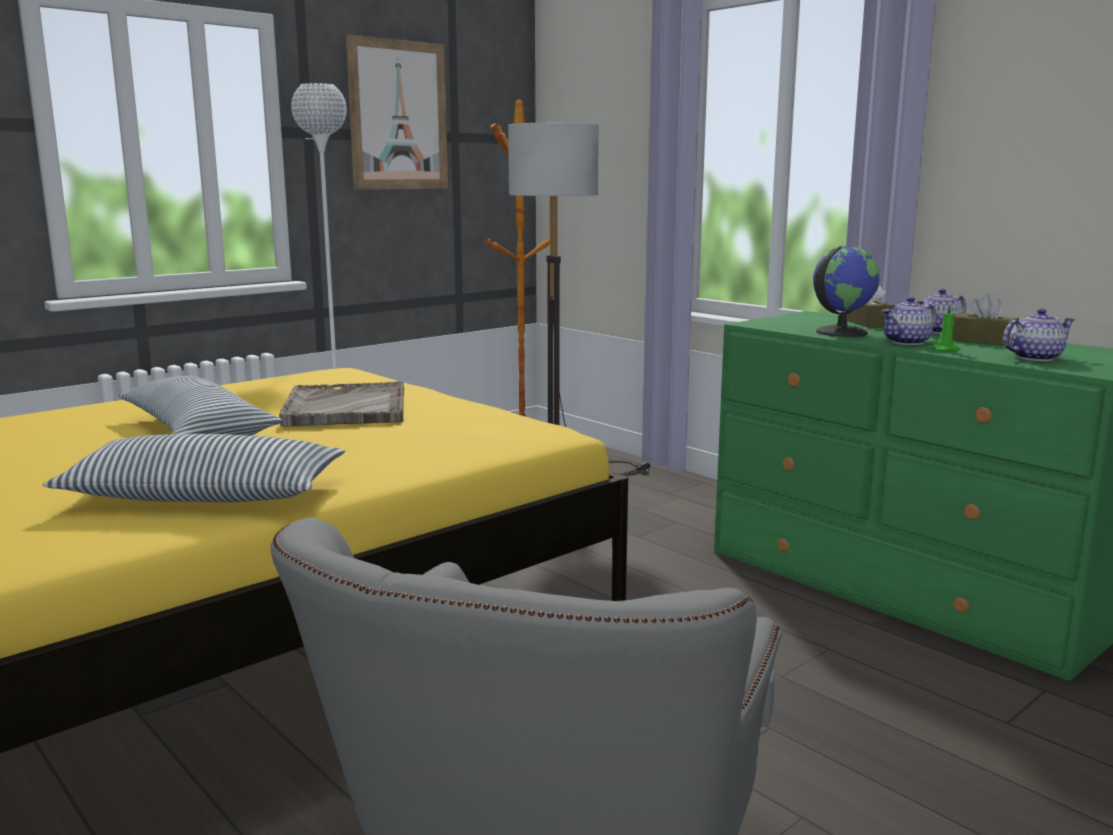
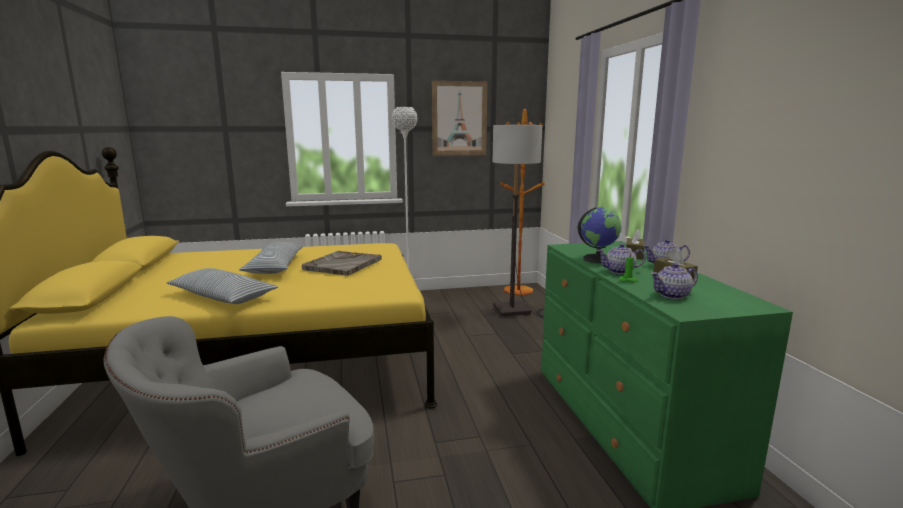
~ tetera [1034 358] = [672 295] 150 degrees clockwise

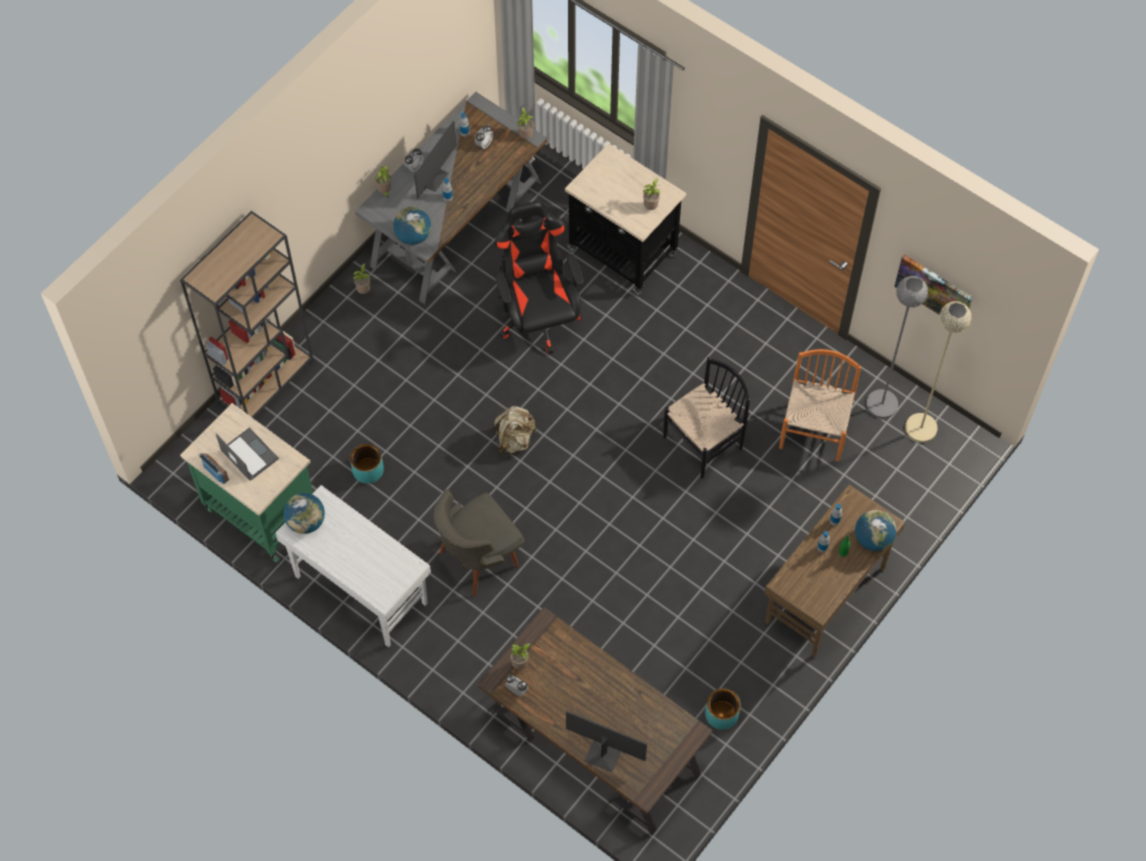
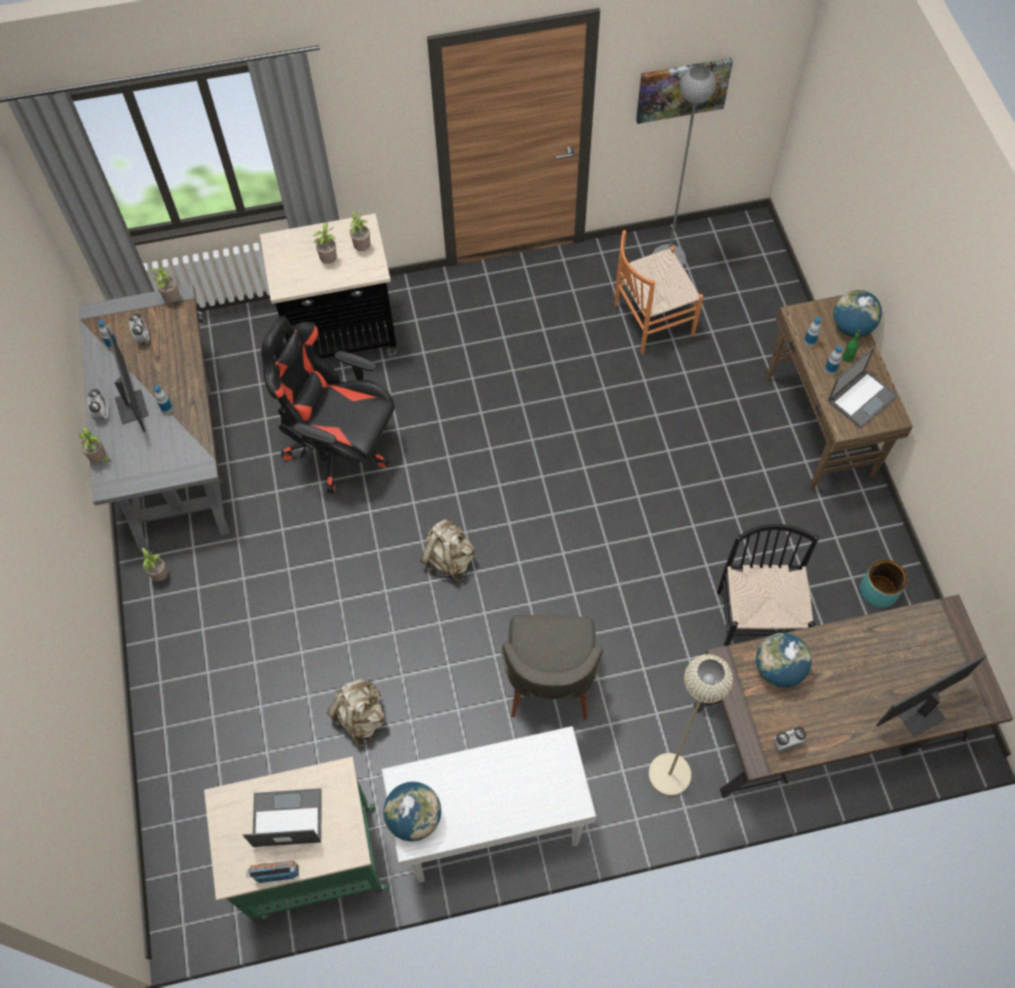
- estantería [266 381]
+ portátil [862 398]
~ globo terráqueo [413 236] to [778 669]
~ planta en maceta [521 664] to [330 261]
~ silla (negro) [705 441] to [757 617]
~ lámpara de pie (beis) [920 429] to [669 775]
~ maceta (turquesa) [368 470] to mochila (beis) [361 718]
~ silla (naranja) [815 429] = [650 321] 75 degrees counterclockwise

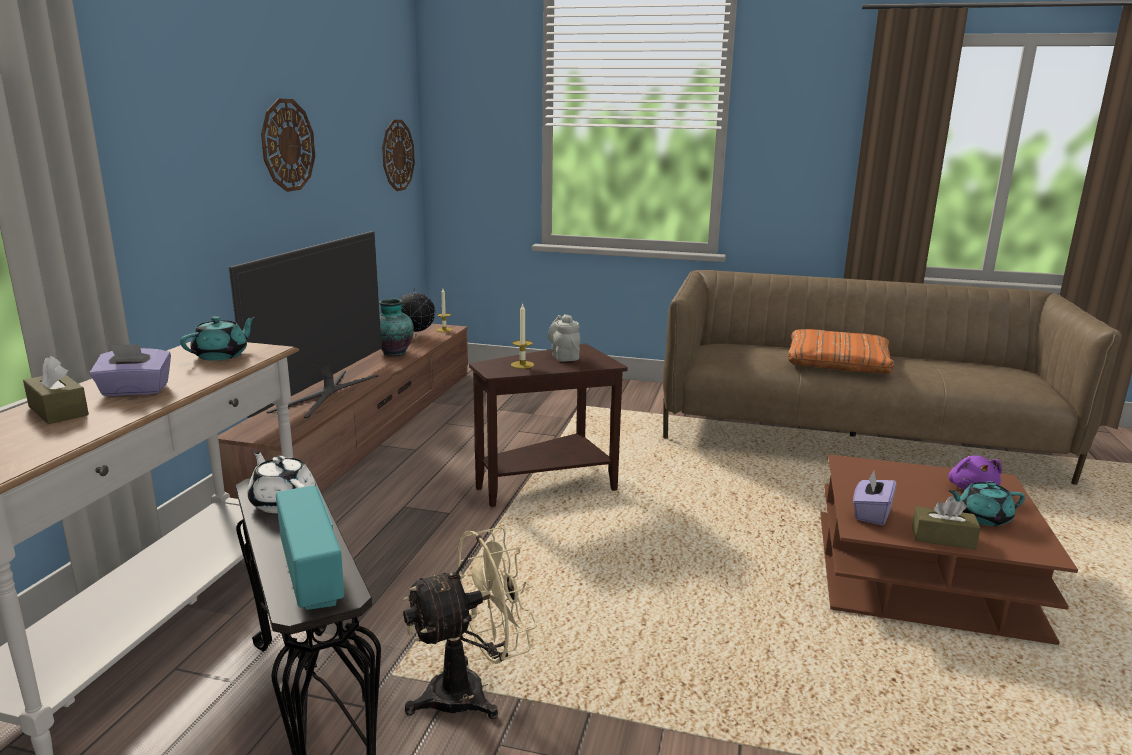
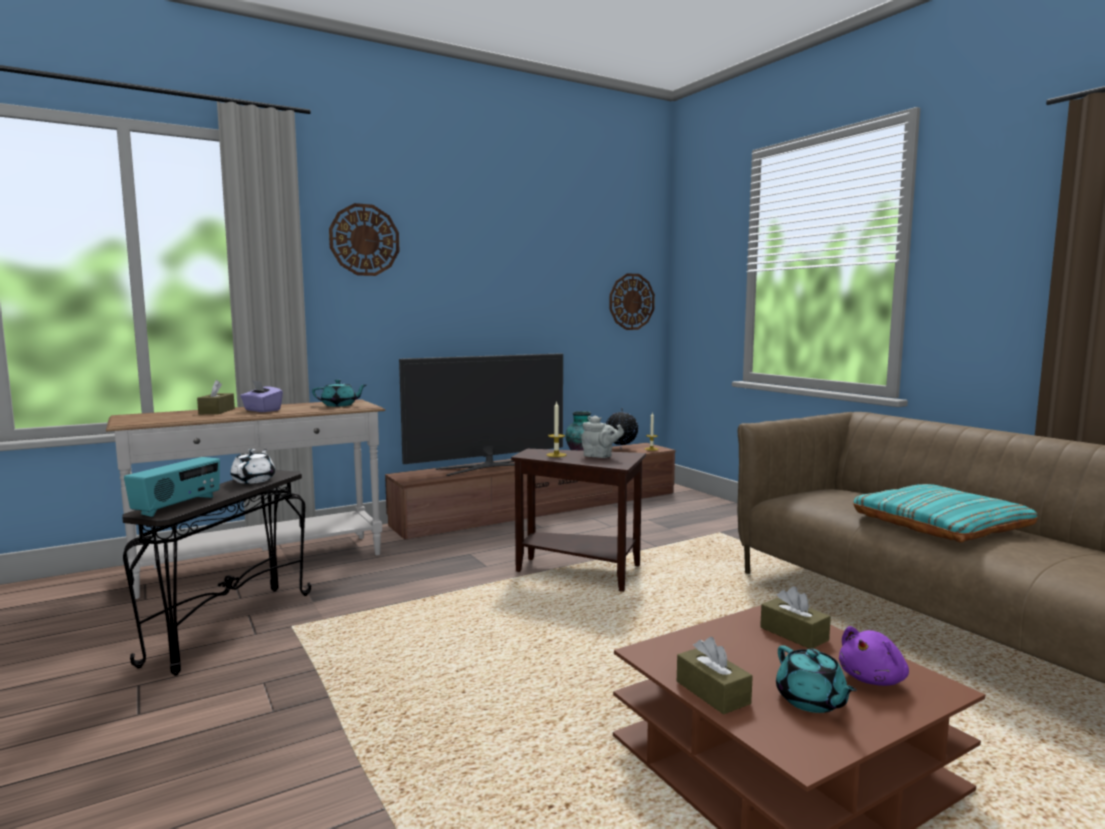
- ventilador (beis) [471 691]
- caja de pañuelos (morado) [871 513]
+ caja de pañuelos (marrón) [794 634]
~ reloj de pared [287 145] to [364 240]
~ cojín (naranja) [838 360] to cojín (turquesa) [940 523]
~ tetera (gris) [564 357] = [600 456] 90 degrees clockwise
~ tetera (turquesa) [982 518] = [811 701] 150 degrees counterclockwise

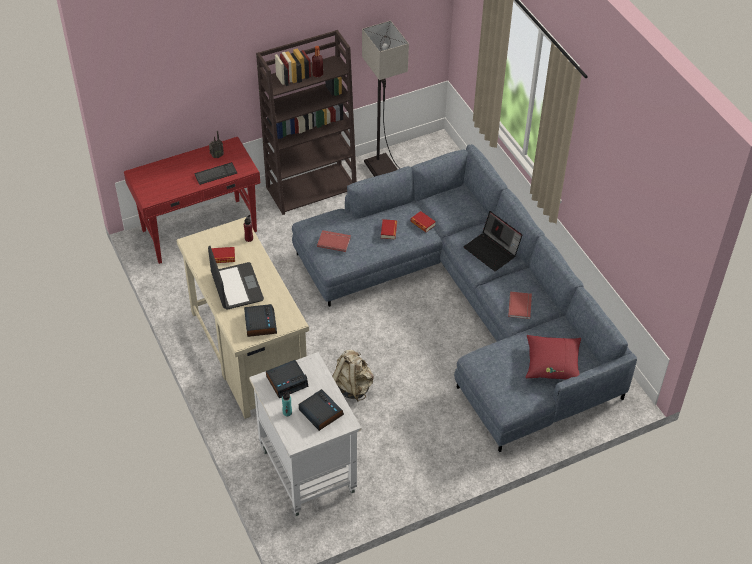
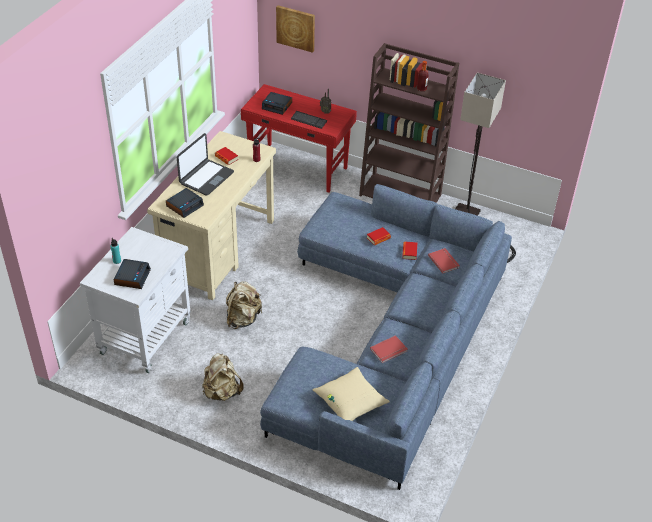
- portátil [492 251]
+ mochila (beis) [222 392]
+ cuadro [296 28]
~ despertador [287 381] to [277 106]
~ libro (rojo) [334 241] to [444 261]
~ cojín (rojo) [552 364] to cojín (beis) [350 402]

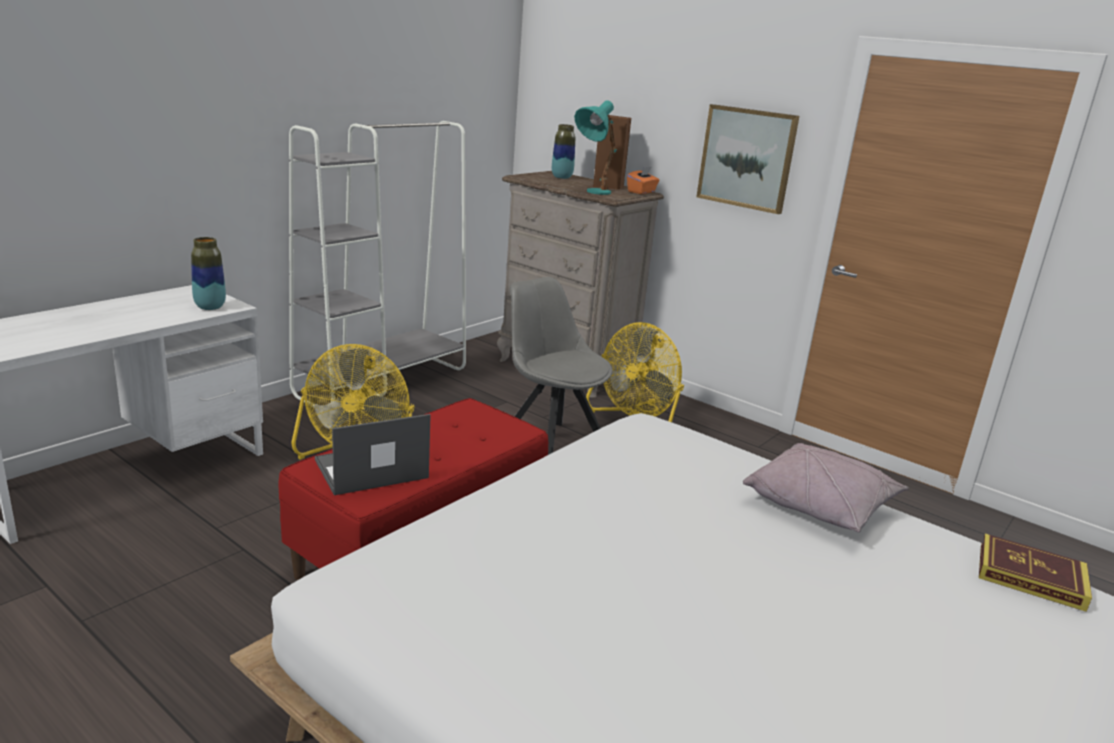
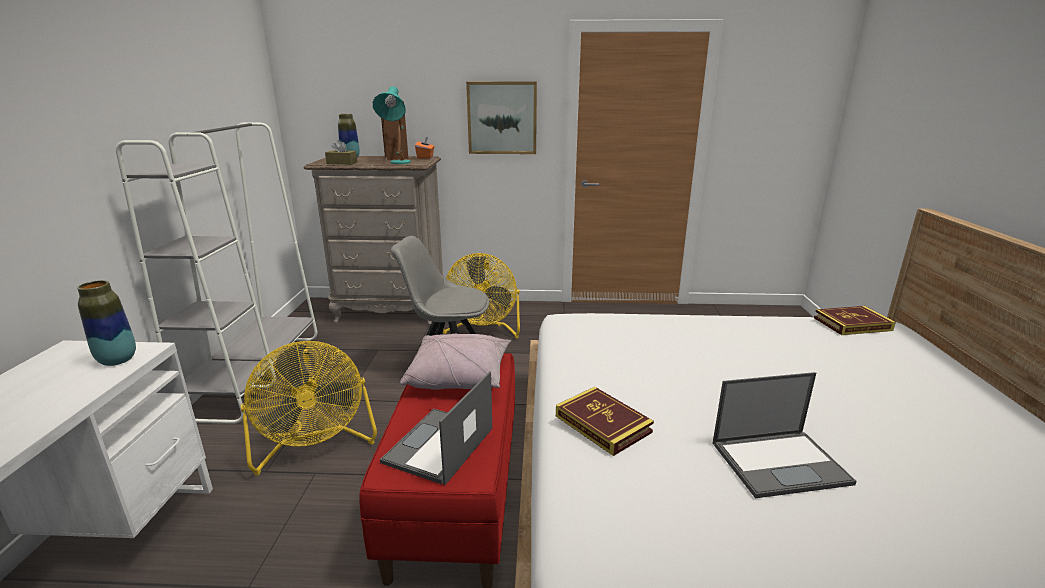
+ caja de pañuelos (marrón) [342 163]
+ libro [602 424]
+ portátil [780 462]
~ cojín (morado) [821 505] to [460 376]

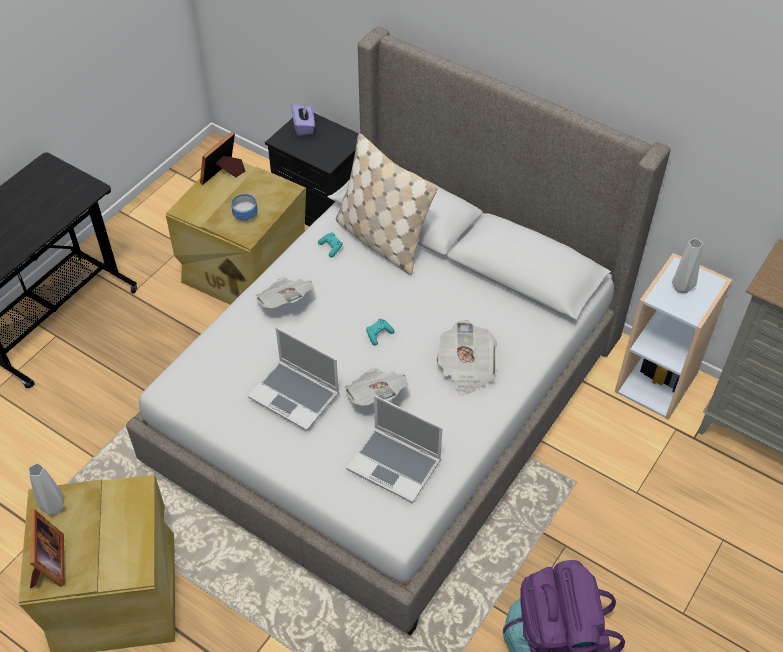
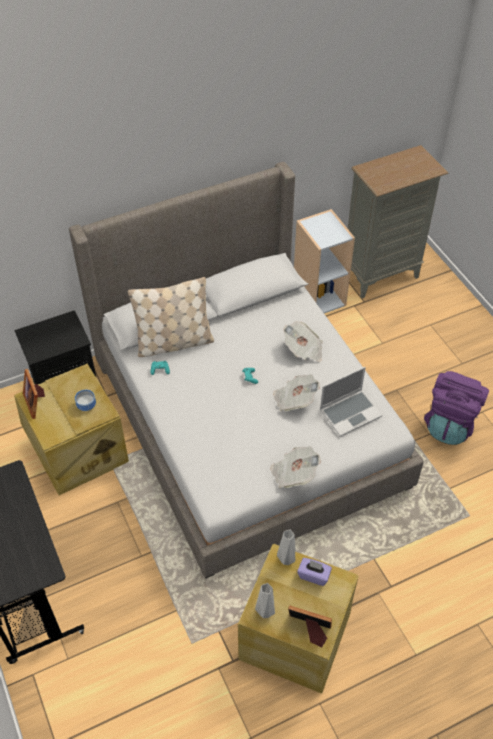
- portátil [295 396]
~ periódico [285 302] to [293 474]
~ caja de pañuelos (morado) [304 127] to [314 575]
~ florero (gris) [680 287] to [285 559]

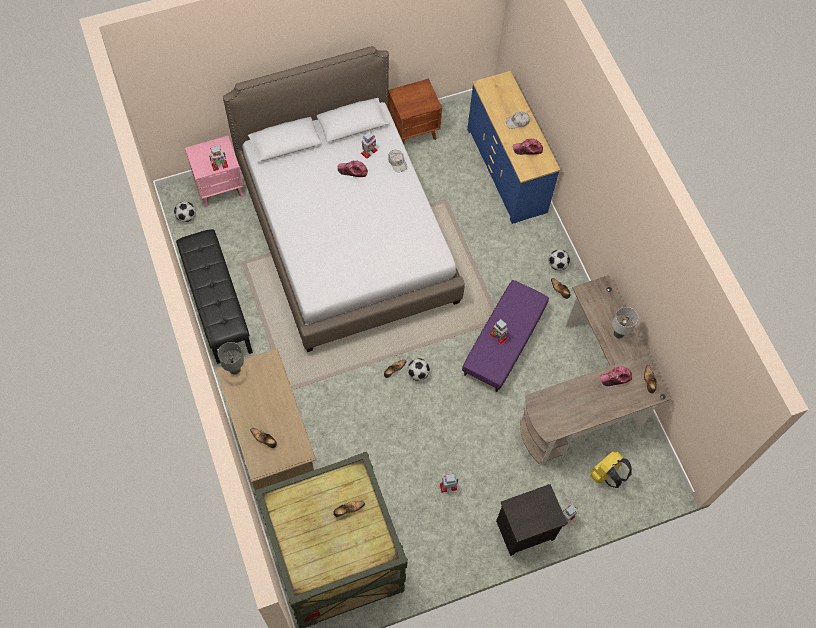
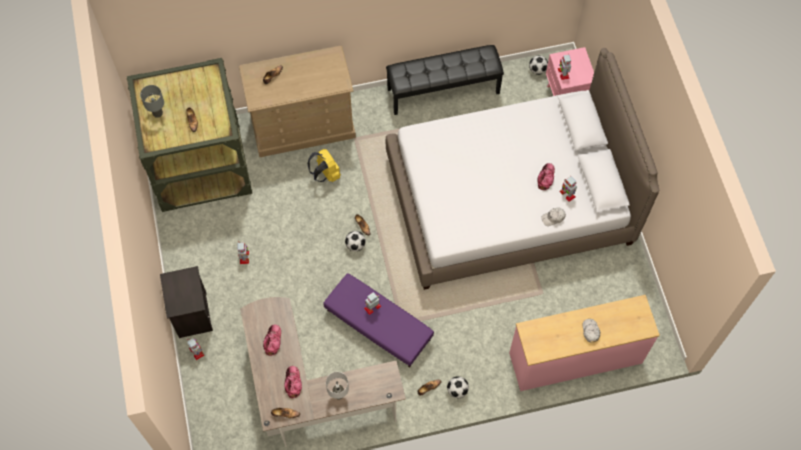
- mesita de noche (marrón) [413 132]
~ lámpara de mesa (gris) [235 369] to [157 114]
~ gorra [528 149] to [272 341]
~ mochila (amarillo) [606 475] to [325 174]
~ cómoda (azul) [507 170] to cómoda (rosa) [575 358]

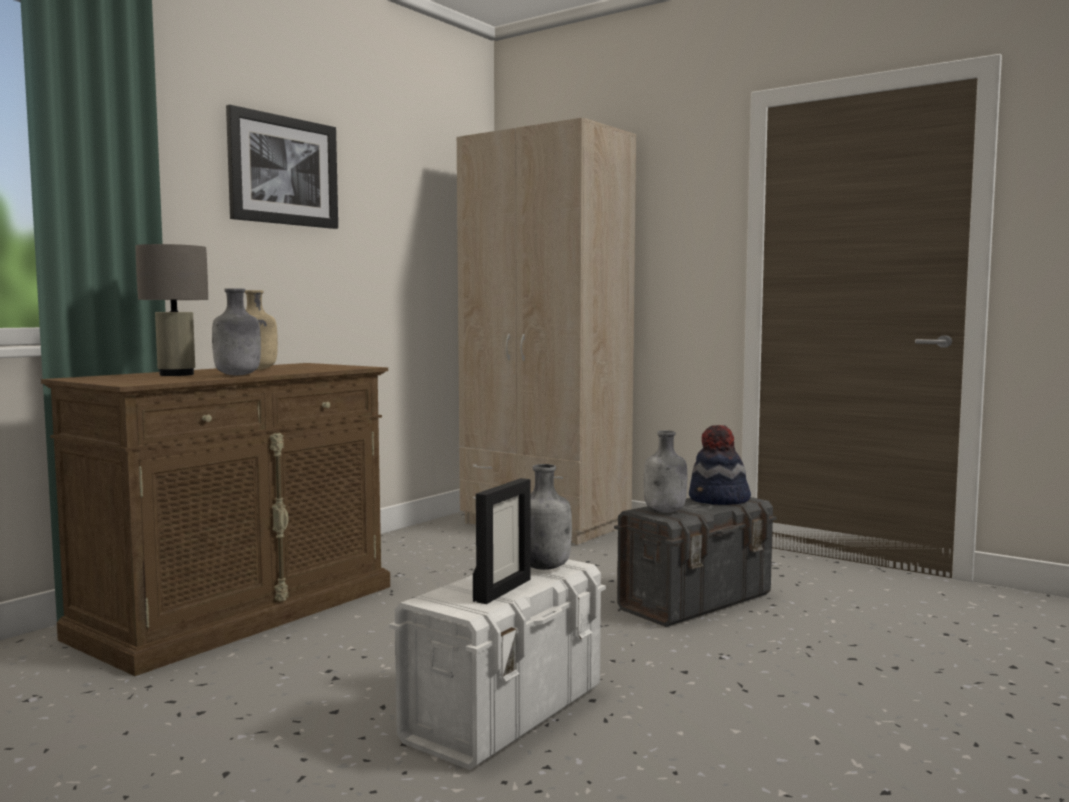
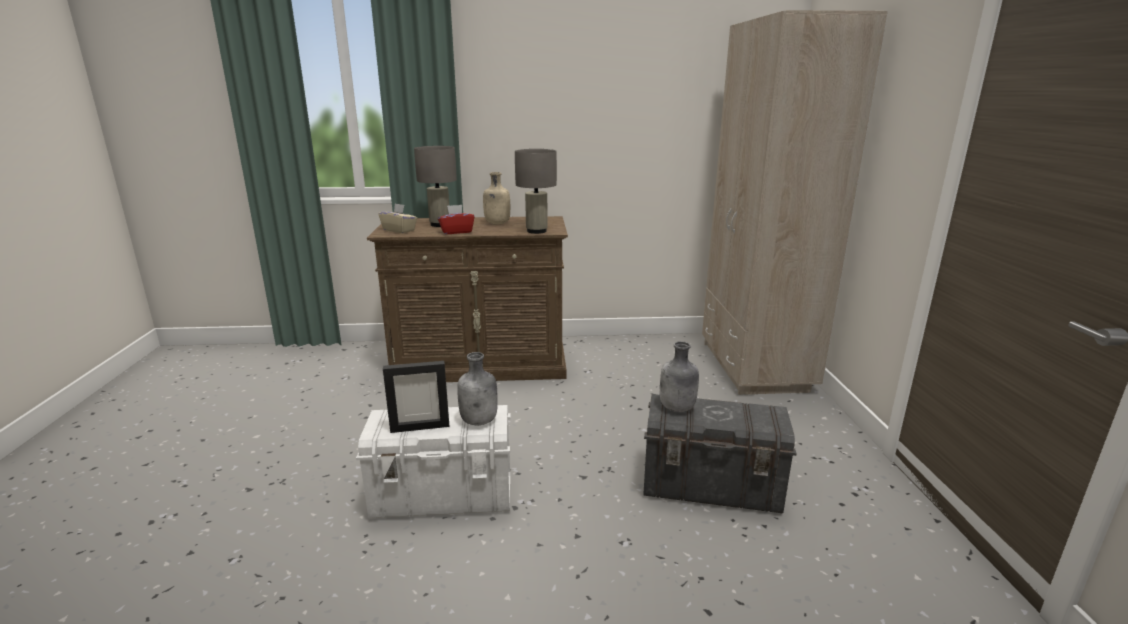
- cuadro [283 171]
- sombrero [718 500]
+ caja de pañuelos (beis) [399 230]
+ lámpara de mesa (gris) [536 231]
~ botella (gris) [237 375] to caja de pañuelos (rojo) [456 231]

